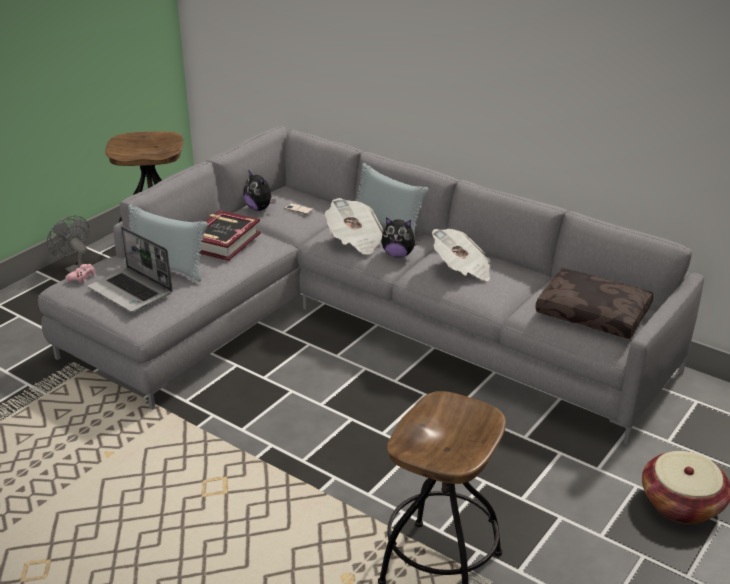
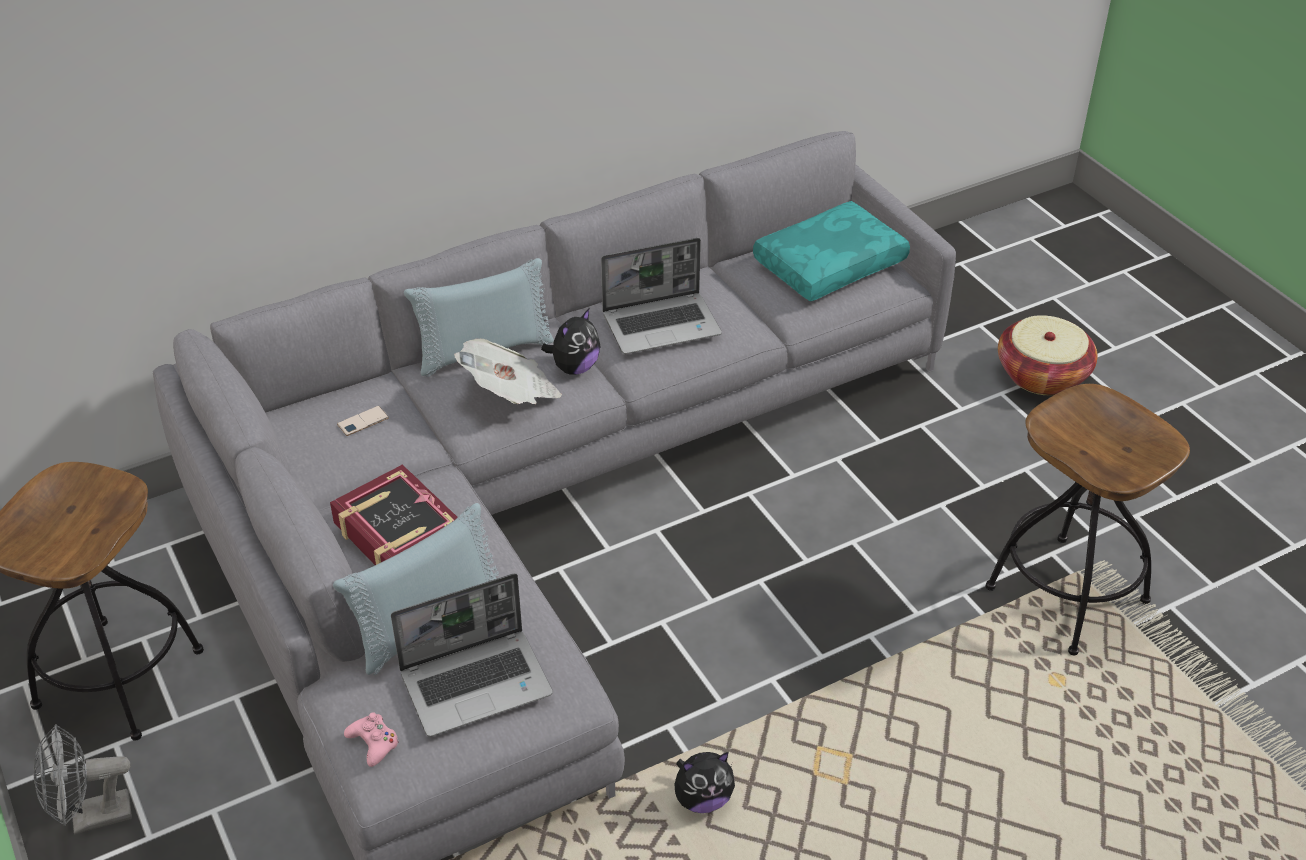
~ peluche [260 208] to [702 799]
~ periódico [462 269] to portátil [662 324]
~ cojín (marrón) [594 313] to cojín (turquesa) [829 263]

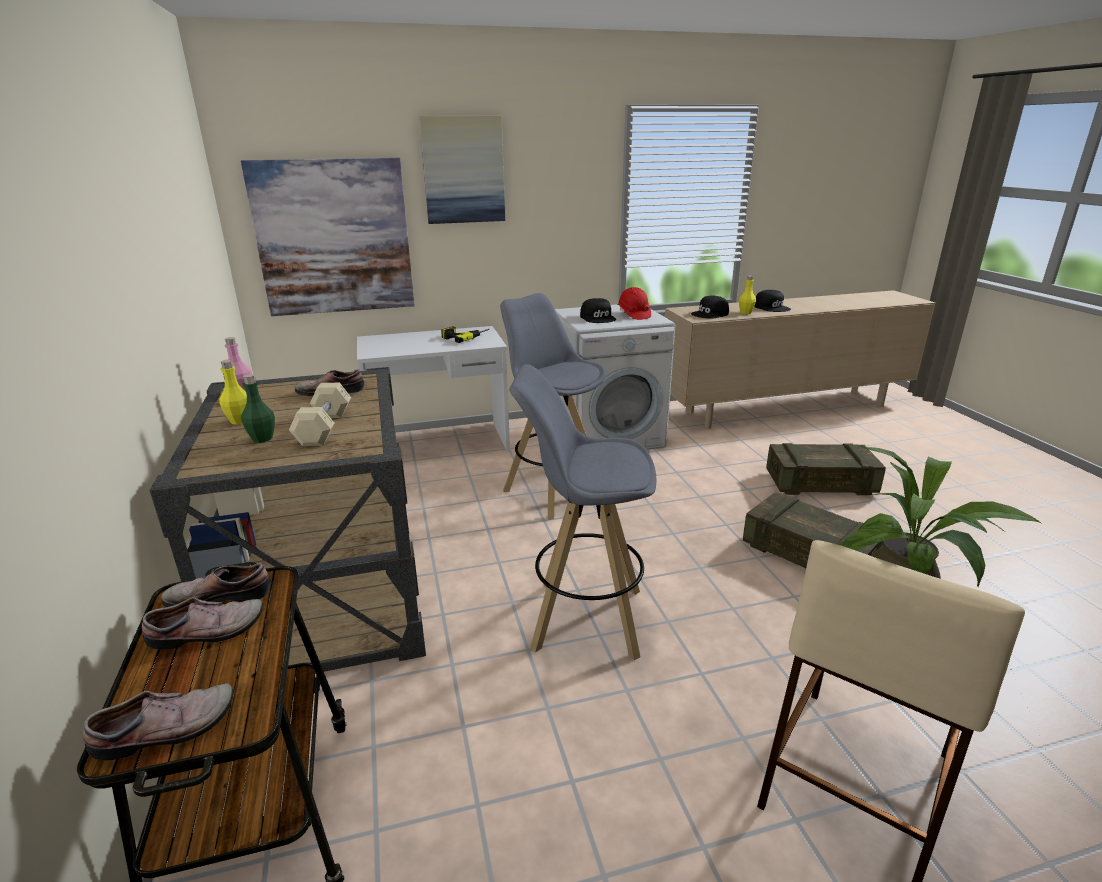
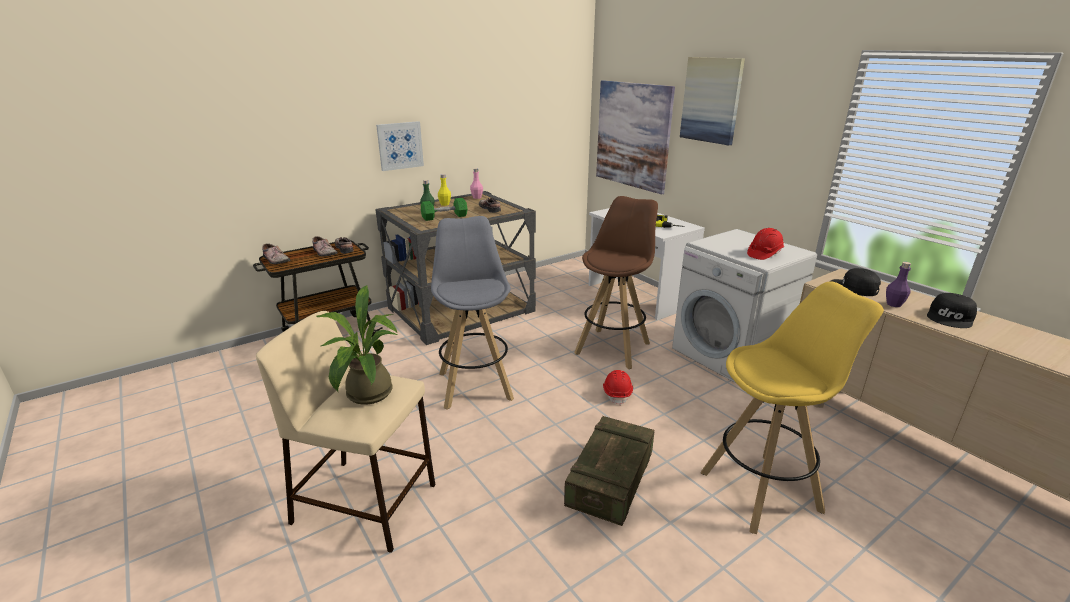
- gorra (negro) [598 318]
+ cuadro [400 145]
+ casco (rojo) [617 393]
~ caja de embalaje [820 484] to taburete (amarillo) [763 491]
~ mancuerna (beis) [324 428] to mancuerna (verde) [444 217]
~ taburete (gris) [553 490] to taburete (marrón) [614 347]
~ botella (amarillo) [745 313] to botella (morado) [893 304]

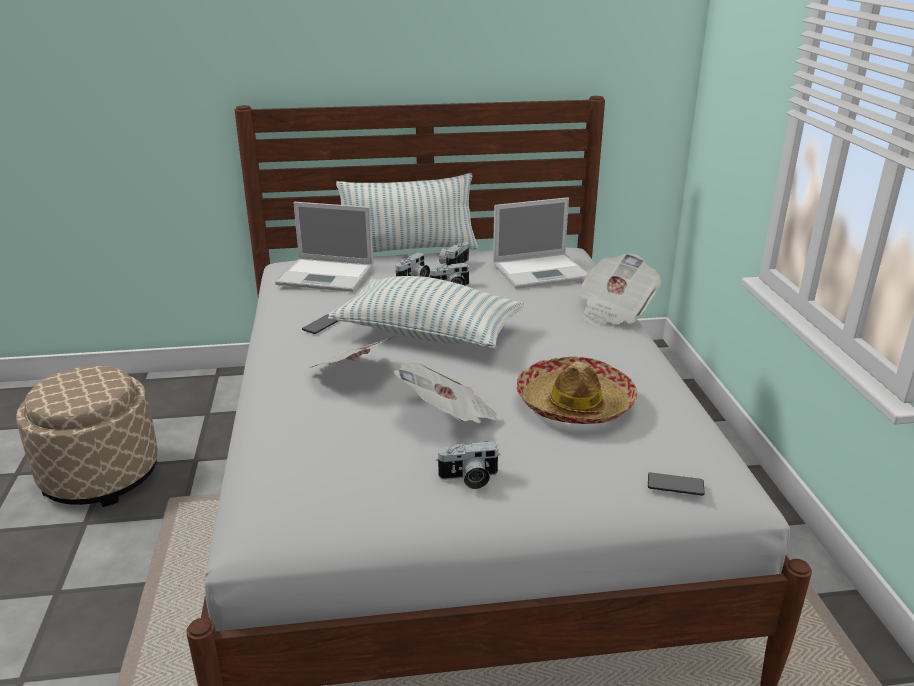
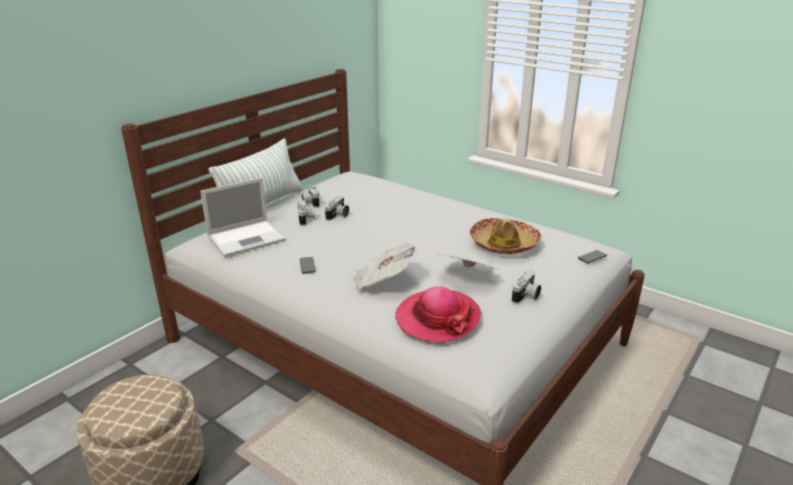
- cojín [428 334]
- portátil [542 271]
- periódico [614 310]
+ sombrero [437 318]

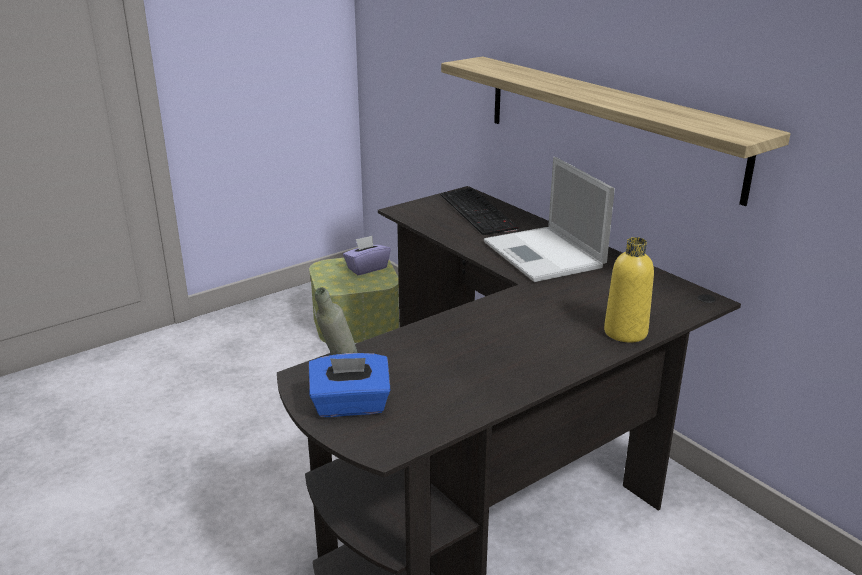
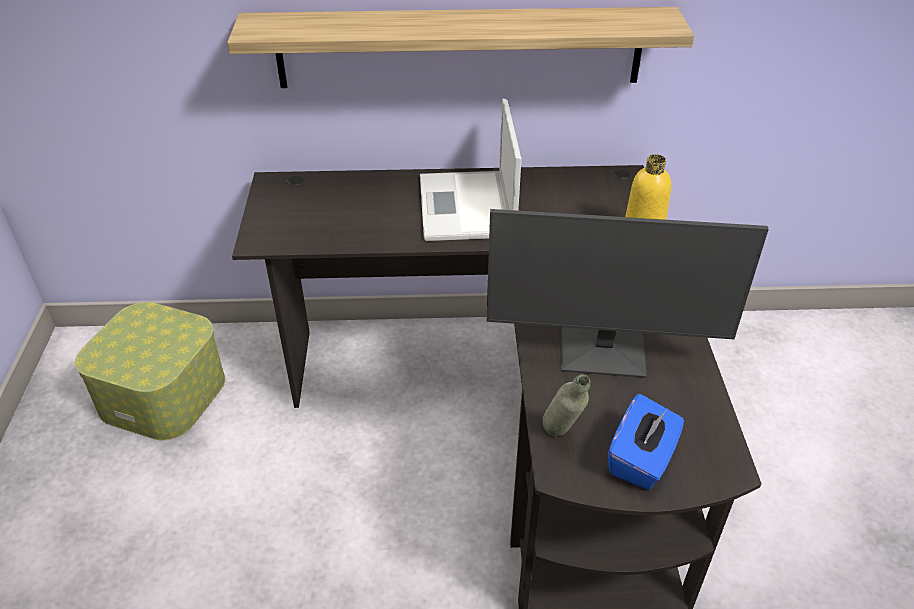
- caja de pañuelos (morado) [367 268]
- teclado [479 212]
+ monitor [603 352]
~ portátil [545 255] = [467 208] 75 degrees clockwise

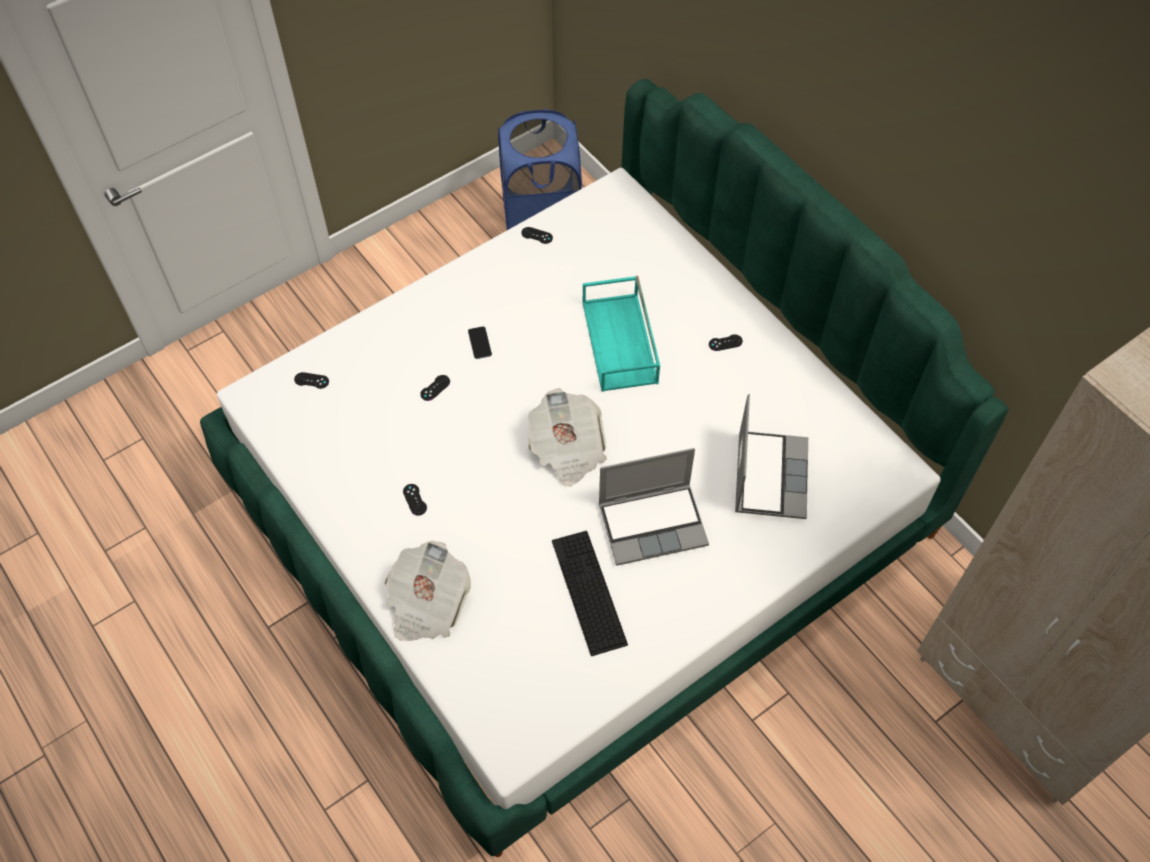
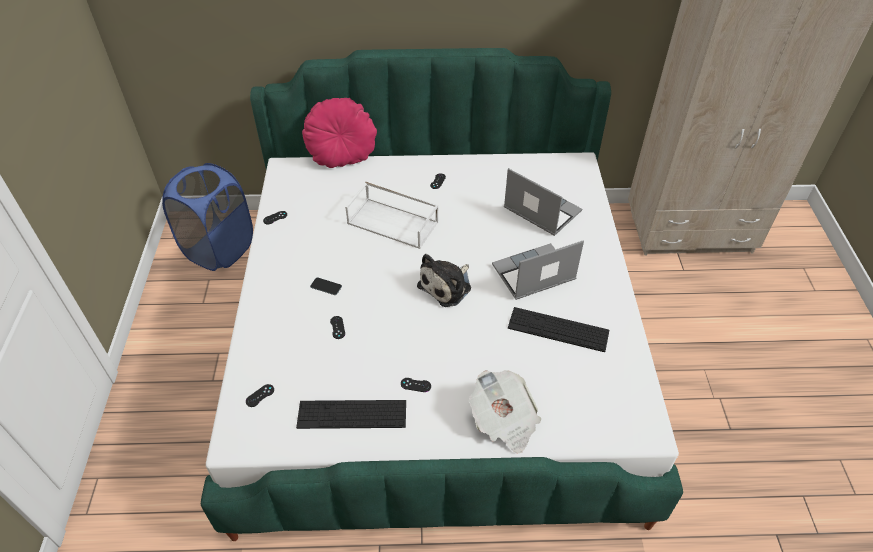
+ teclado [352 414]
+ cojín (rosa) [343 158]
~ periódico [567 449] to peluche [447 286]
~ bandeja (turquesa) [621 343] to bandeja (blanco) [394 222]
~ portátil [653 523] = [533 274] 135 degrees counterclockwise

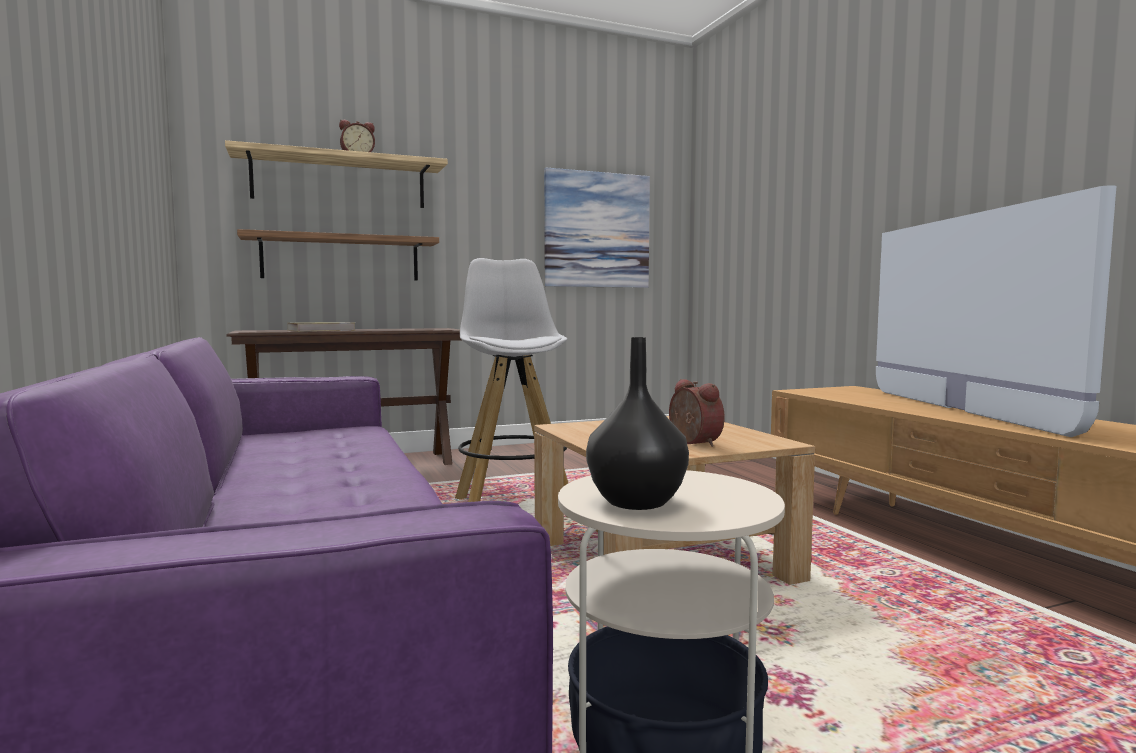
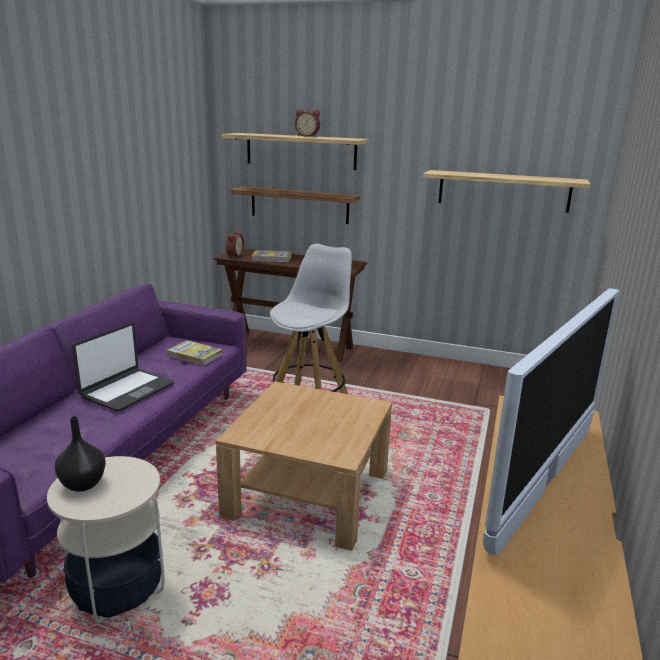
+ portátil [127 390]
+ libro [194 355]
~ despertador [692 443] to [233 255]
~ cuadro [597 230] to estante [503 191]

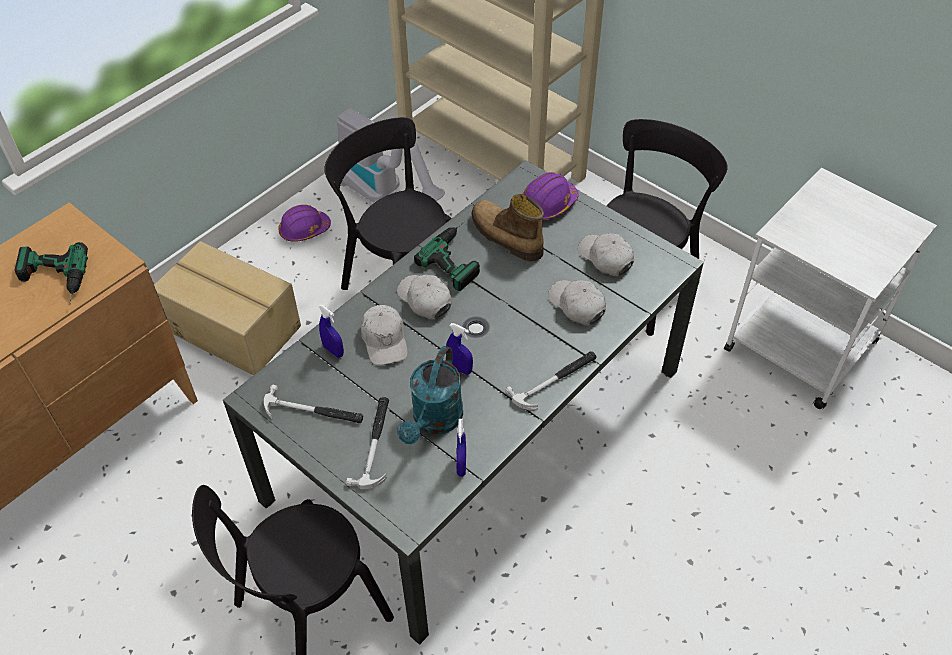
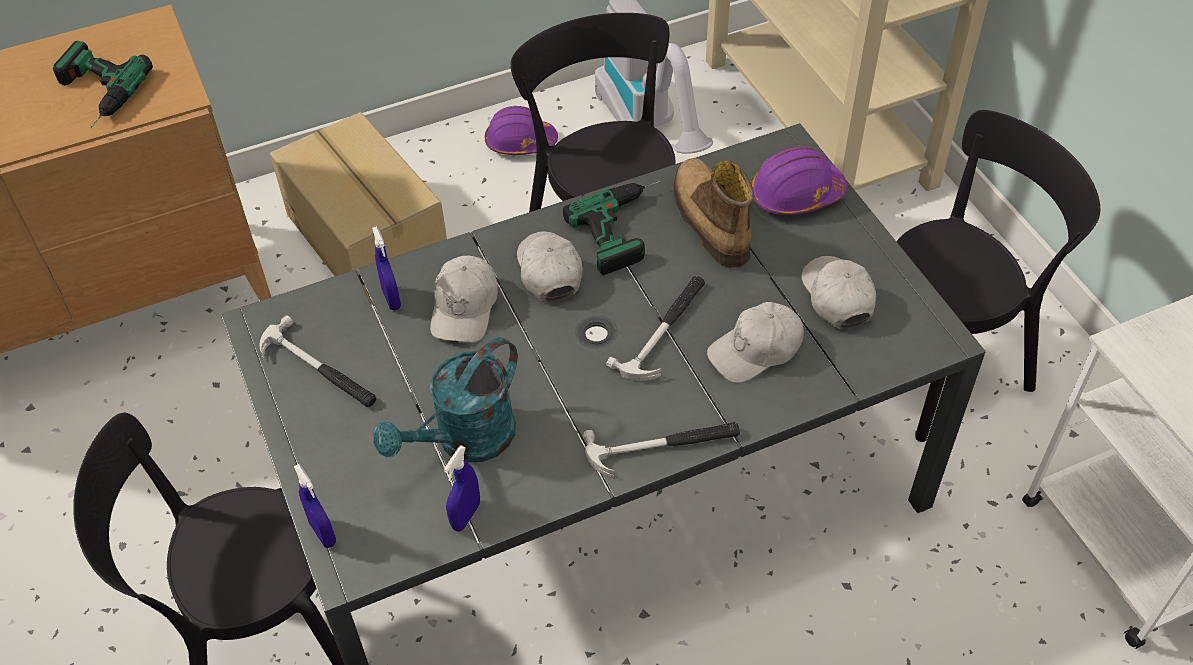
~ martillo [375 444] to [665 330]
~ pulverizador (azul) [459 368] to [323 533]
~ gorra (blanco) [577 305] = [756 350] 105 degrees counterclockwise

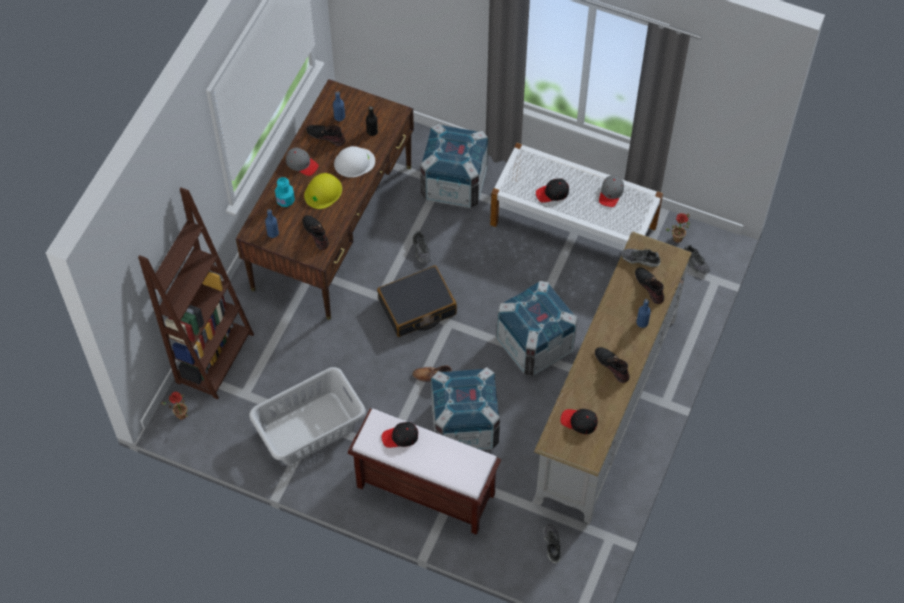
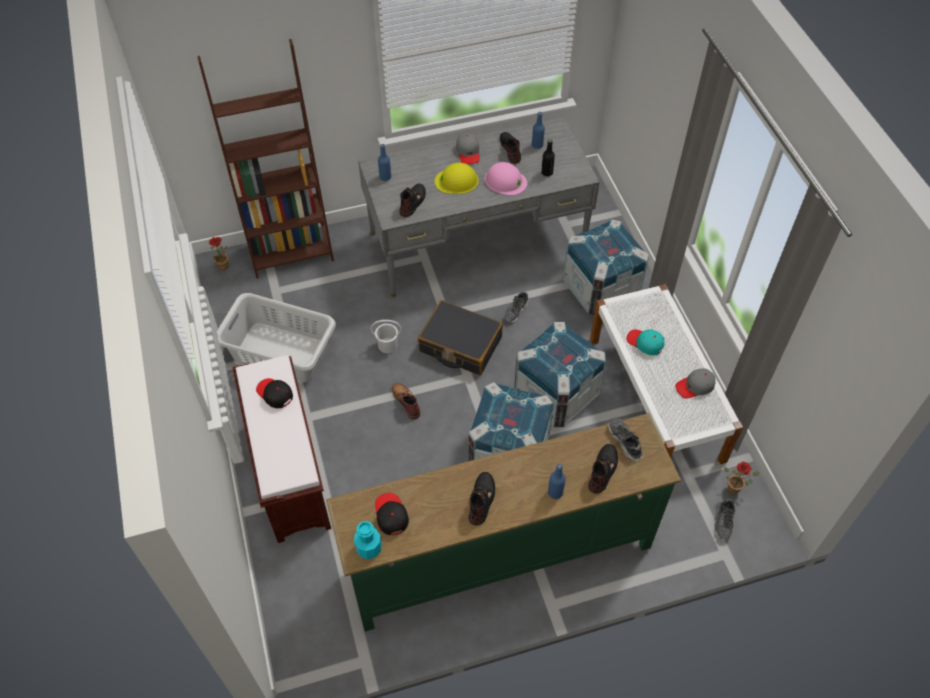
- zapato [552 544]
+ cubo (blanco) [388 345]
~ botella (turquesa) [285 200] to [369 548]
~ caja de embalaje [464 425] to [556 394]
~ escritorio (marrón) [332 227] to escritorio (gris) [476 242]
~ casco (blanco) [354 162] to casco (rosa) [505 181]
~ armario (gris) [605 407] to armario (verde) [499 556]
~ gorra (negro) [552 193] to gorra (turquesa) [645 343]

